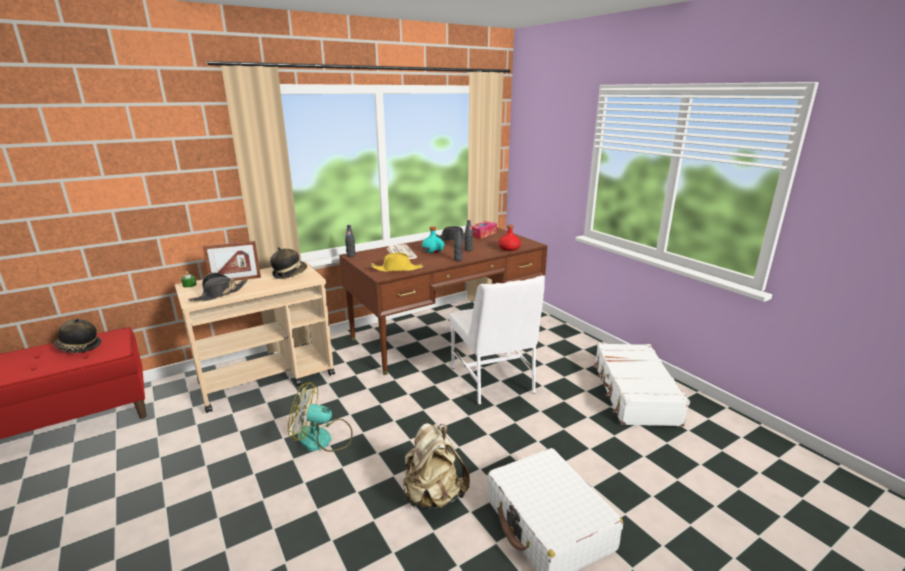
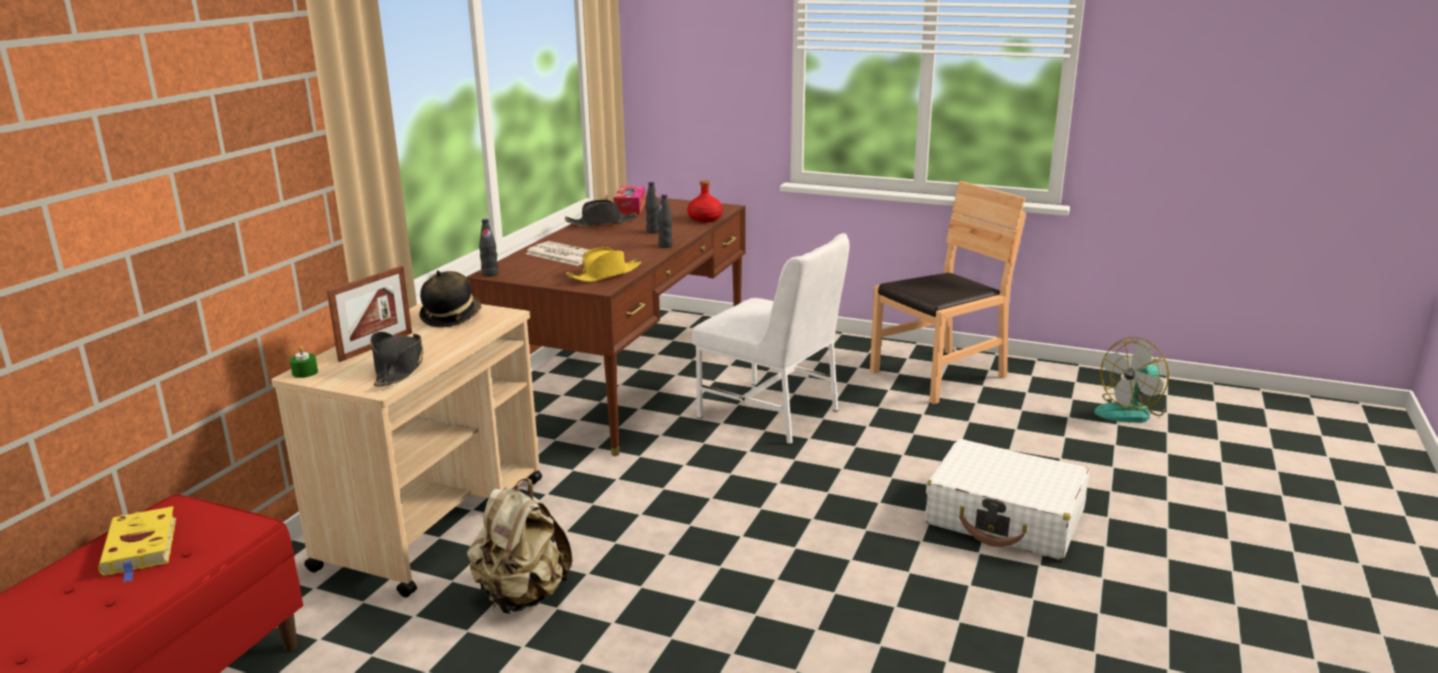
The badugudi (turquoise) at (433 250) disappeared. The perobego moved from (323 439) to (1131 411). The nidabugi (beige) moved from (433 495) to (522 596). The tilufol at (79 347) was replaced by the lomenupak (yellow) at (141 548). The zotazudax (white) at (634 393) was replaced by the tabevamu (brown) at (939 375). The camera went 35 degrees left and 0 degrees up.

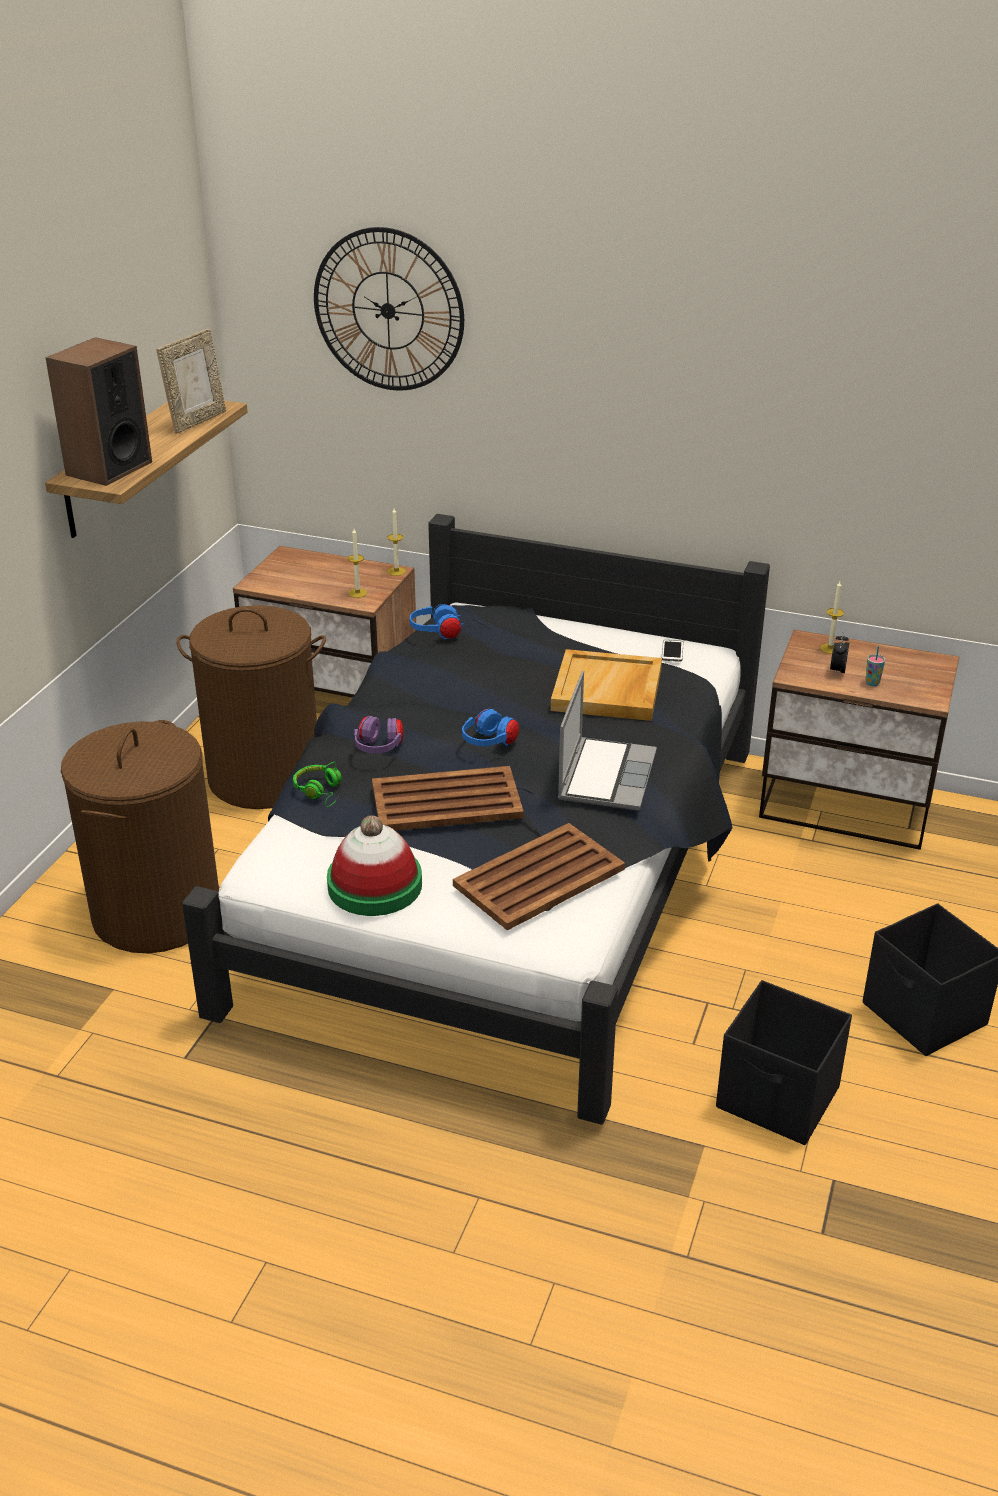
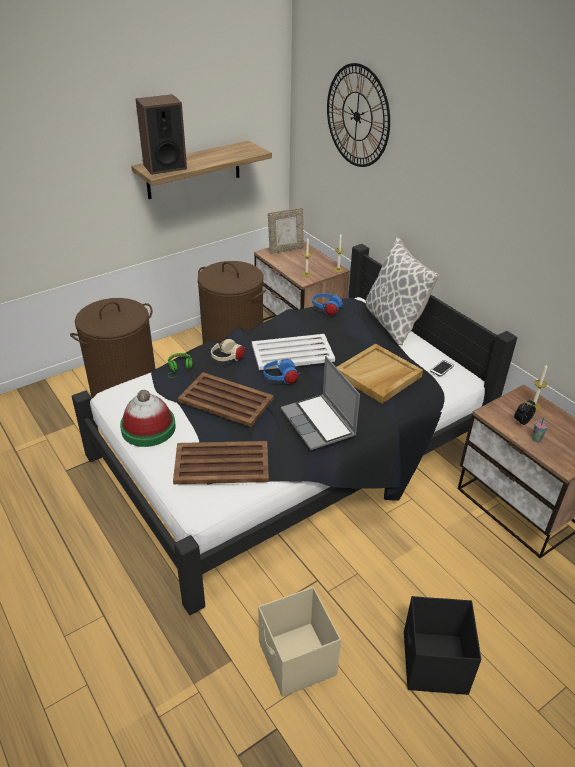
The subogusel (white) at (291 353) appeared. The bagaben at (393 323) appeared. The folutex moved from (197 421) to (286 249). The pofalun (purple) at (379 749) became the pofalun (beige) at (227 359). The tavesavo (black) at (779 1099) became the tavesavo (beige) at (297 660). The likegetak at (605 775) turned 105 degrees clockwise. The camera went 35 degrees right and 5 degrees up.

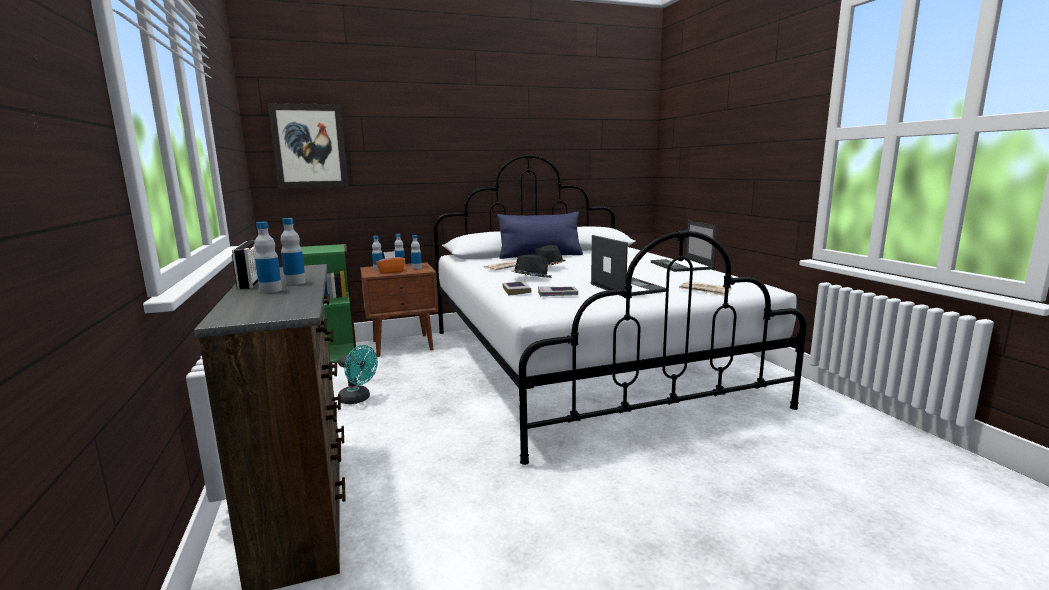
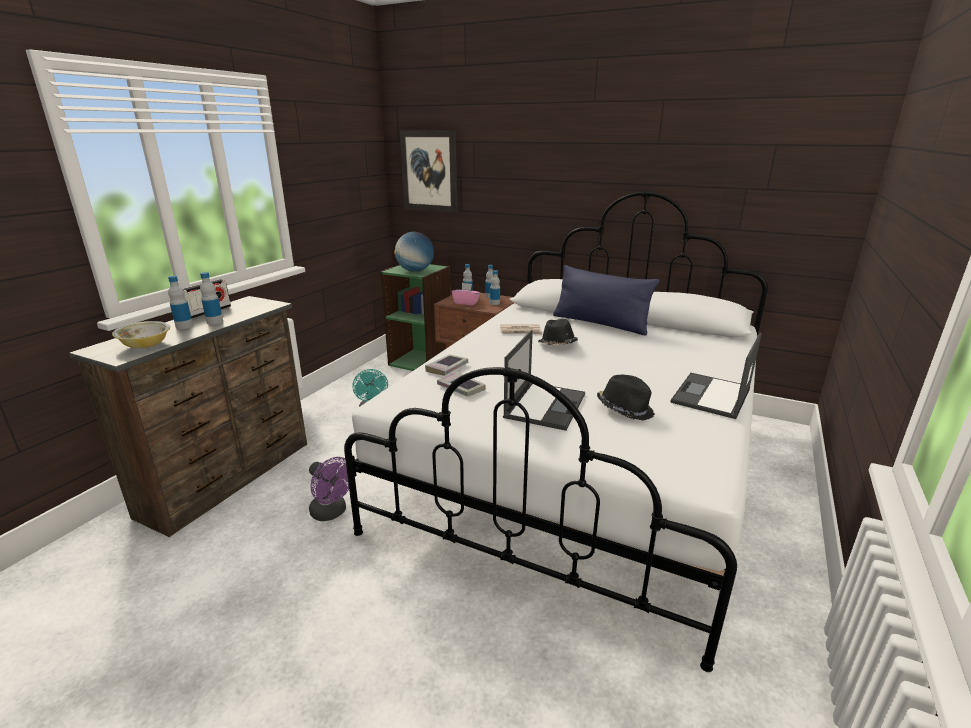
The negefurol at (704 291) disappeared. The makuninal at (146 345) appeared. The perobego (purple) at (332 513) appeared. The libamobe at (415 271) appeared. The tilufol (black) moved from (531 278) to (625 409). The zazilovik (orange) at (391 272) became the zazilovik (pink) at (466 303). The camera went 45 degrees right and 10 degrees up.

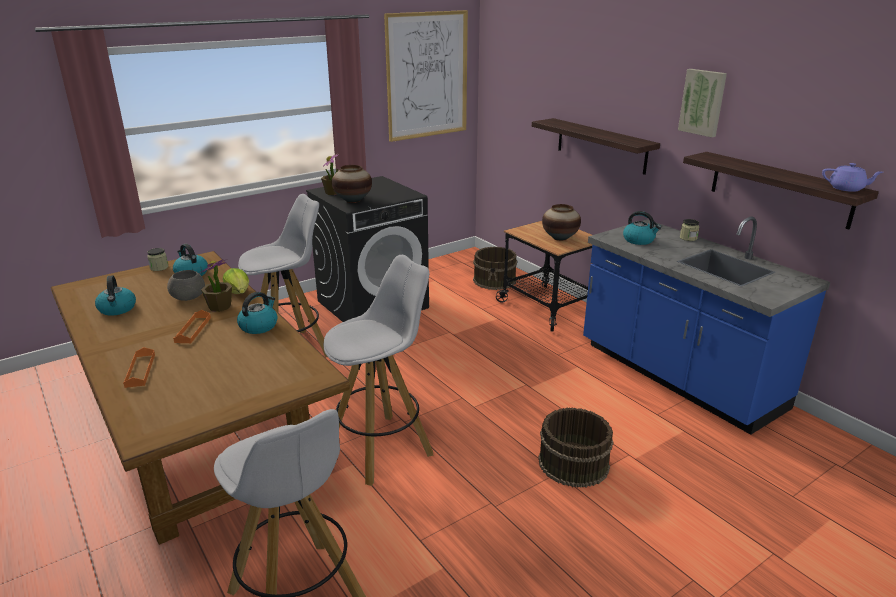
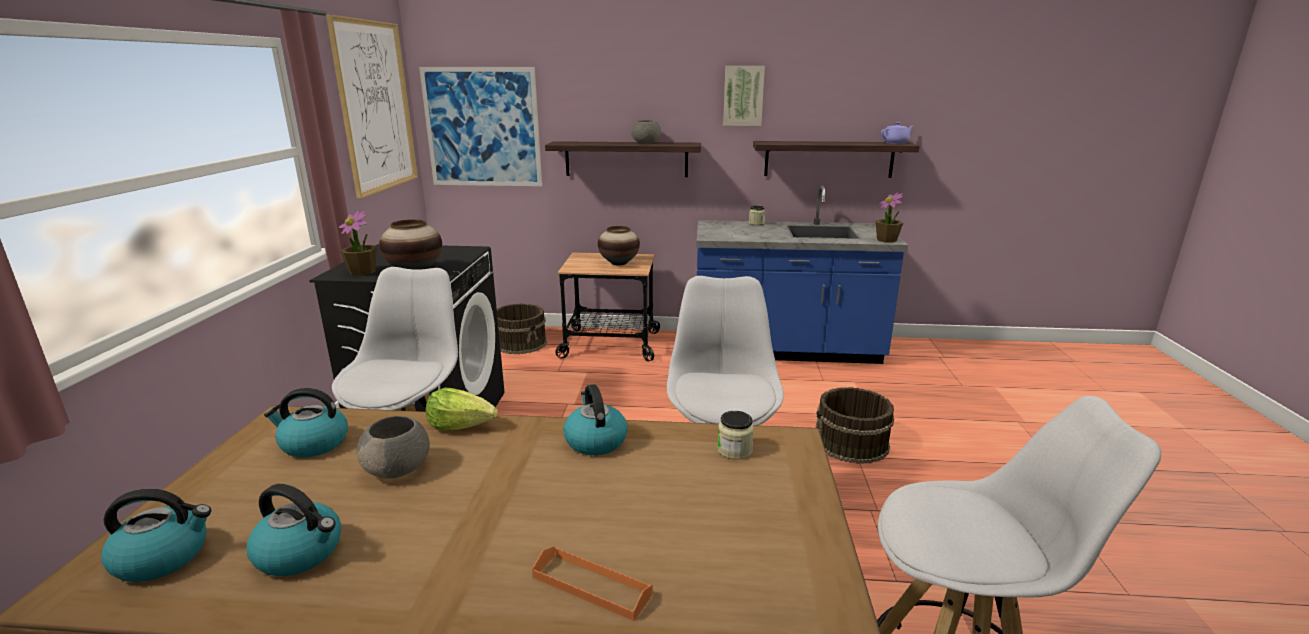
The subogusel (orange) at (193 330) disappeared. The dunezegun at (482 127) appeared. The makuninal (grey) at (645 143) appeared. The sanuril moved from (159 267) to (734 450). The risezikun moved from (219 307) to (886 240). The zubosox moved from (639 240) to (164 557). The camera went 50 degrees left and 5 degrees down.

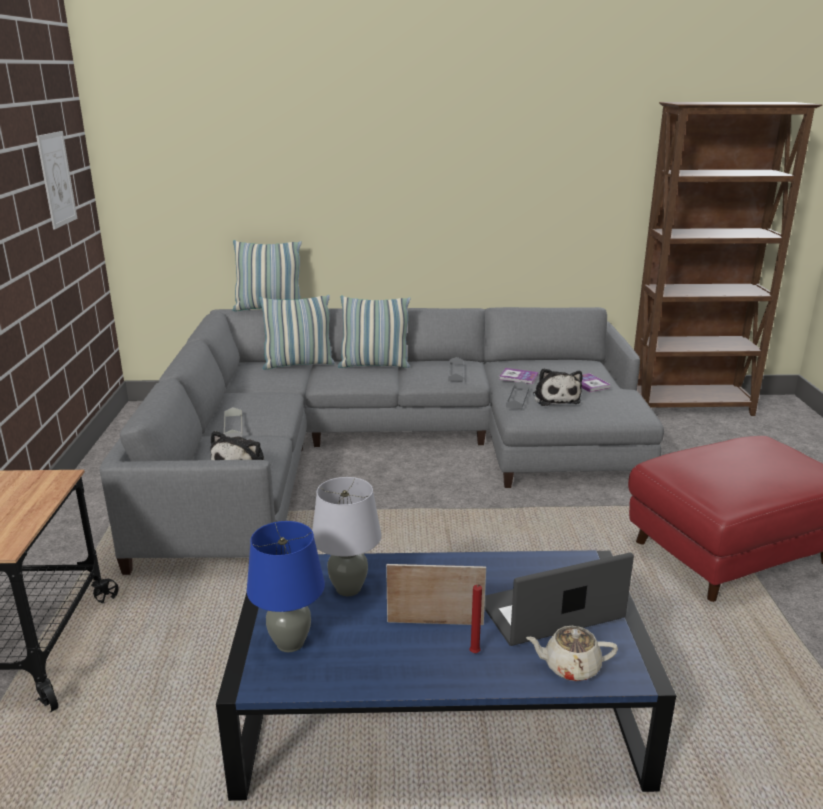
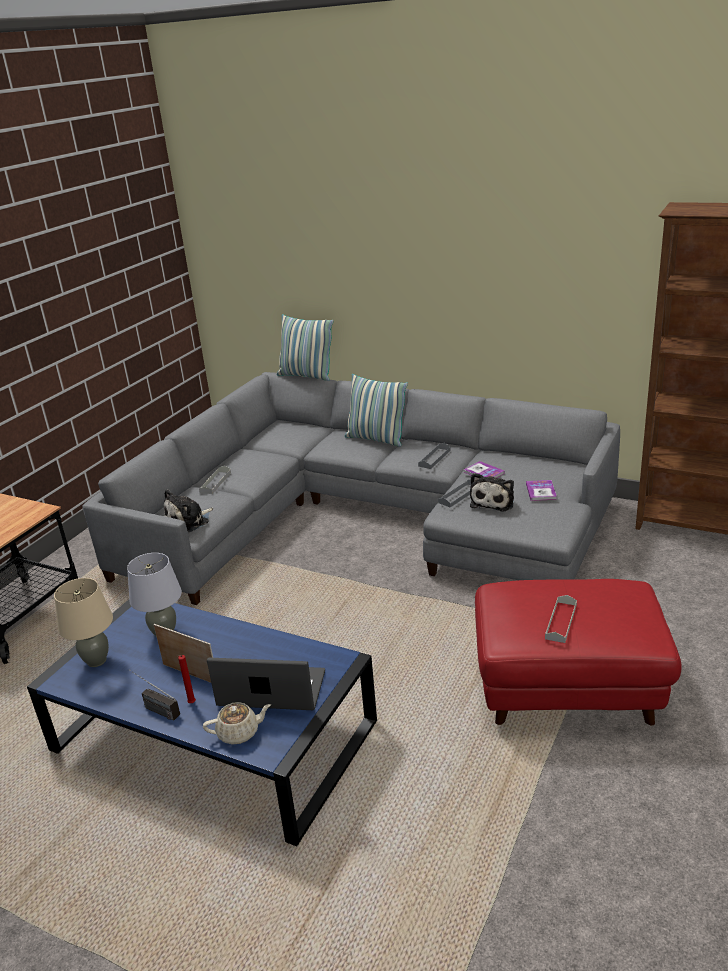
The dunezegun at (57 179) disappeared. The bagaben at (298 364) disappeared. The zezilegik at (154 708) appeared. The subogusel (grey) at (561 621) appeared. The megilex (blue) at (290 643) became the megilex (beige) at (96 661). The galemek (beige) at (570 667) turned 135 degrees clockwise. The camera went 30 degrees right and 5 degrees up.

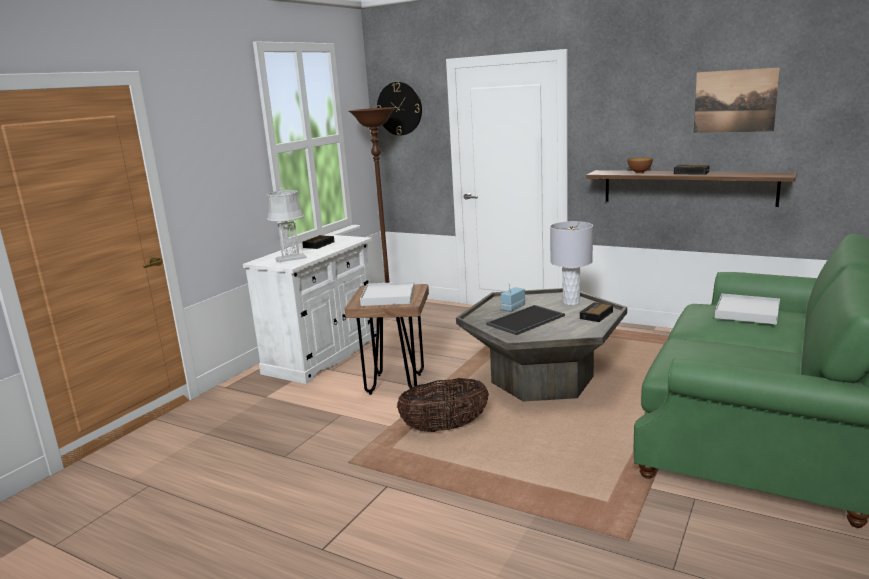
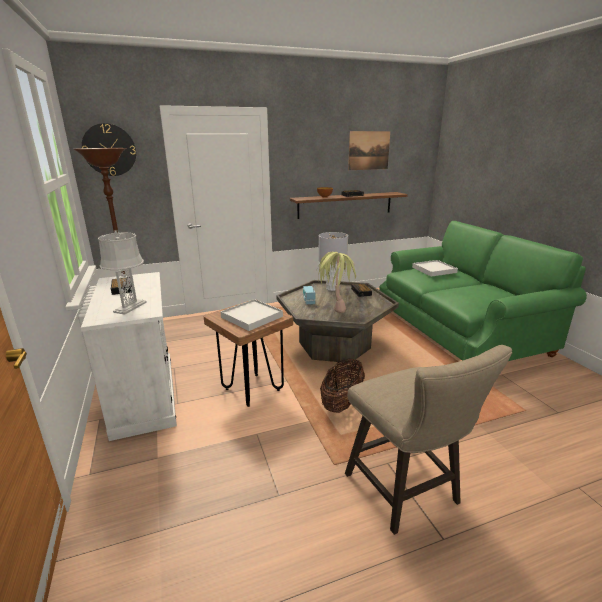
The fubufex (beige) at (407 493) appeared. The subogusel at (526 320) was replaced by the risezikun at (335 307). The camera went 50 degrees left and 5 degrees up.

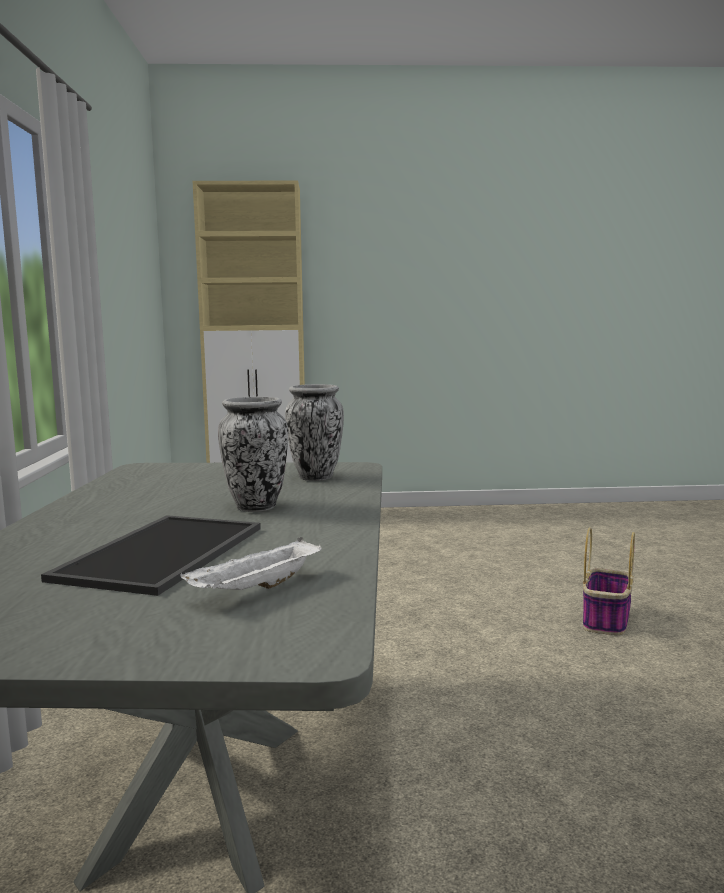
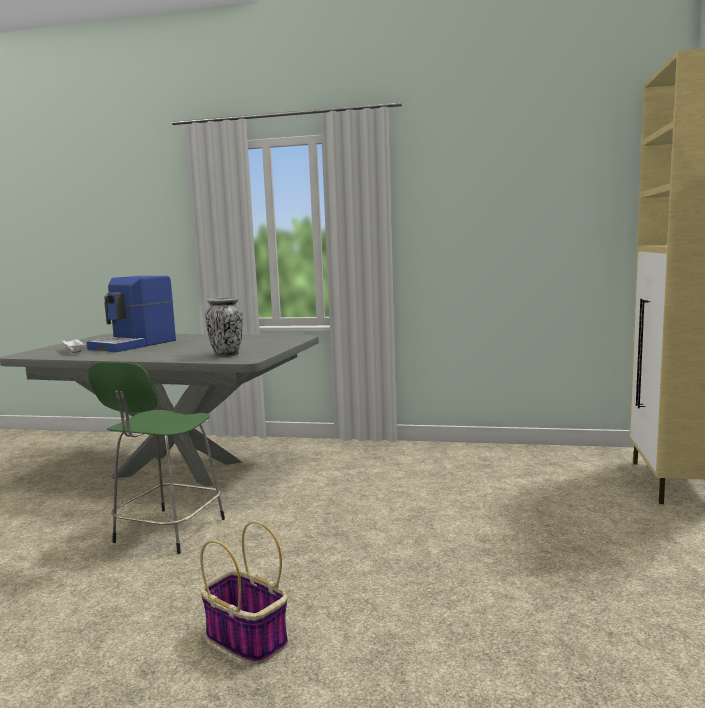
The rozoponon at (256 507) disappeared. The fubufex (green) at (167 532) appeared. The subogusel at (161 551) was replaced by the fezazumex at (135 345). The camera went 105 degrees right and 0 degrees up.

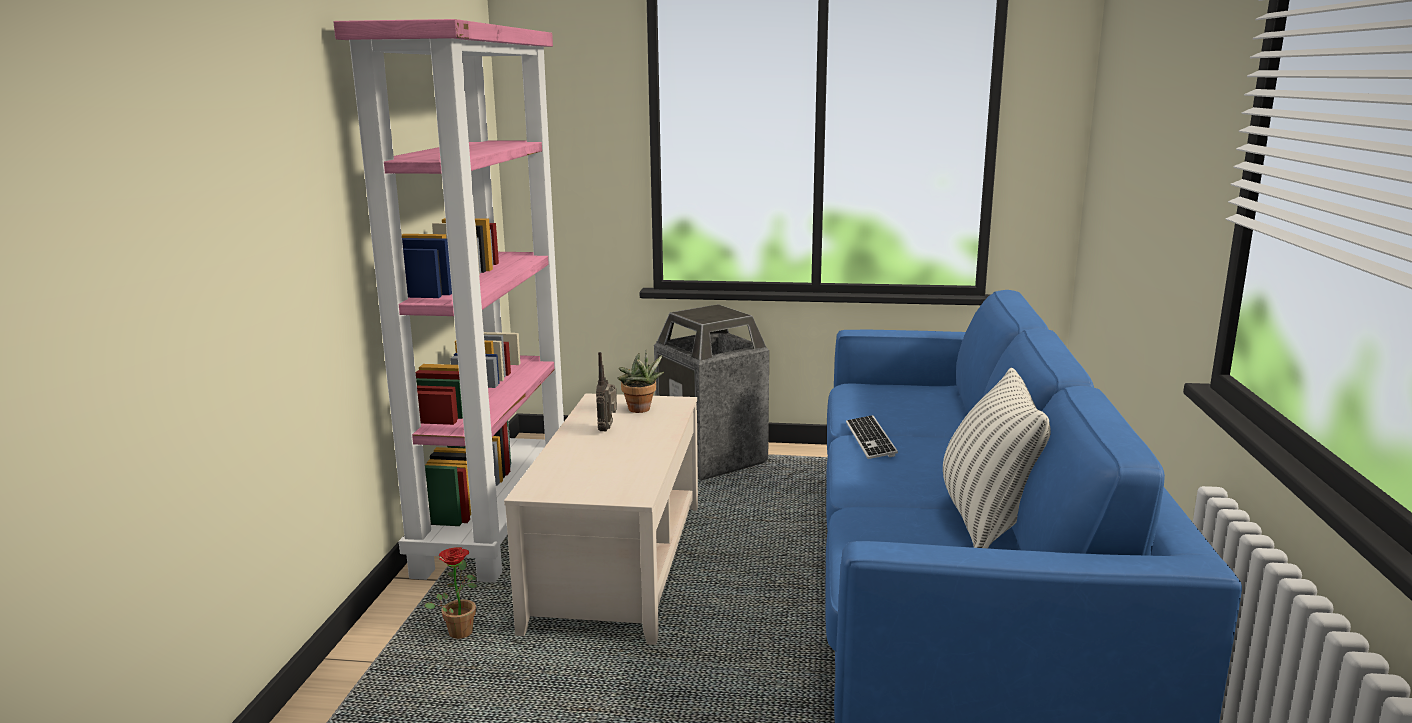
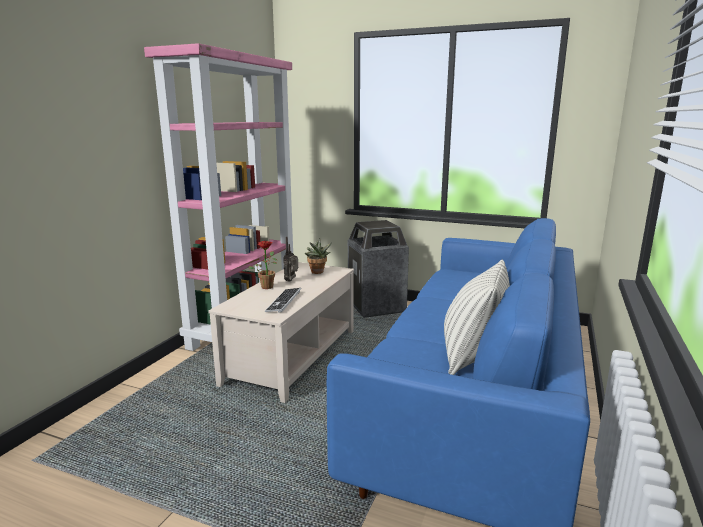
The risezikun moved from (460 631) to (267 286). The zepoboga moved from (870 439) to (284 301). The camera went 15 degrees right and 0 degrees up.

